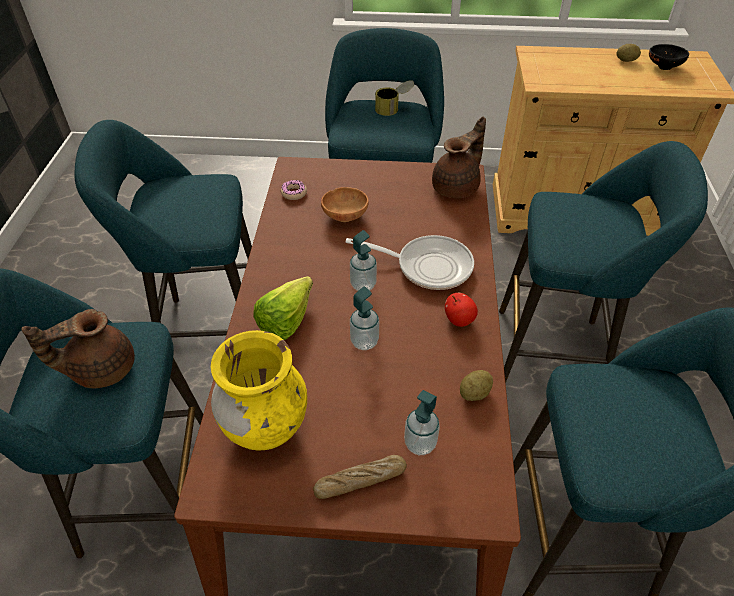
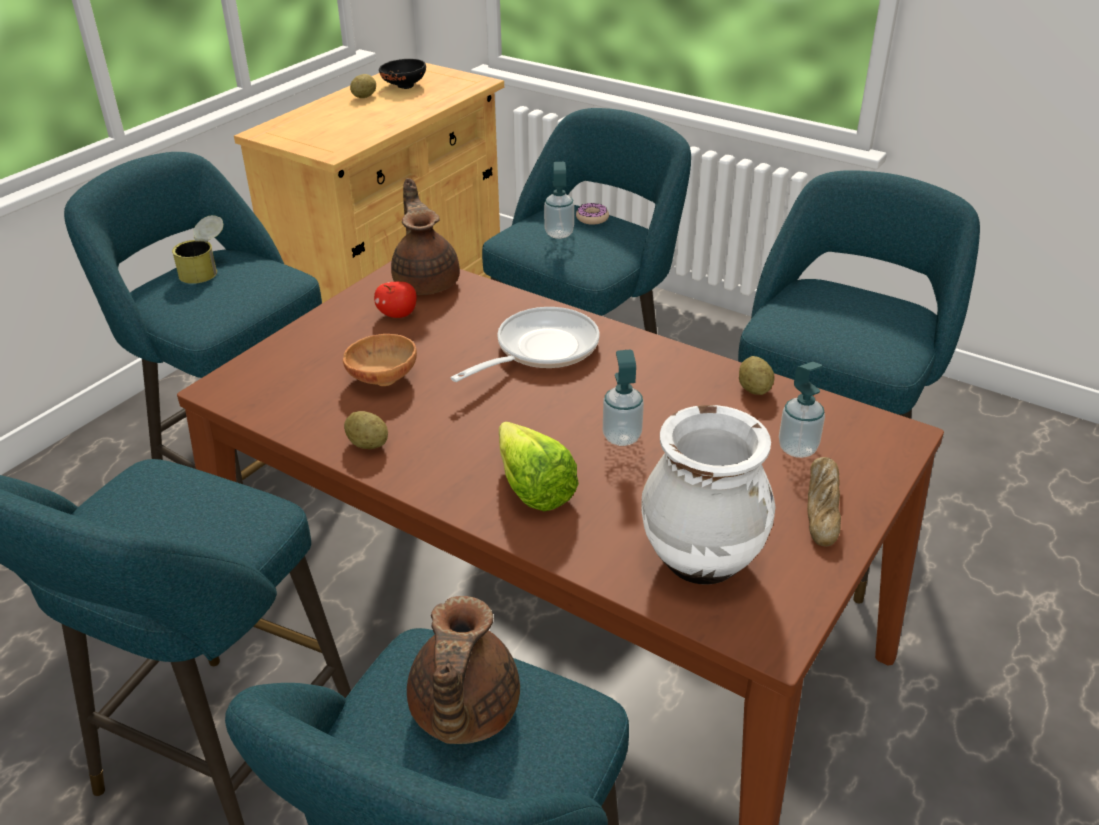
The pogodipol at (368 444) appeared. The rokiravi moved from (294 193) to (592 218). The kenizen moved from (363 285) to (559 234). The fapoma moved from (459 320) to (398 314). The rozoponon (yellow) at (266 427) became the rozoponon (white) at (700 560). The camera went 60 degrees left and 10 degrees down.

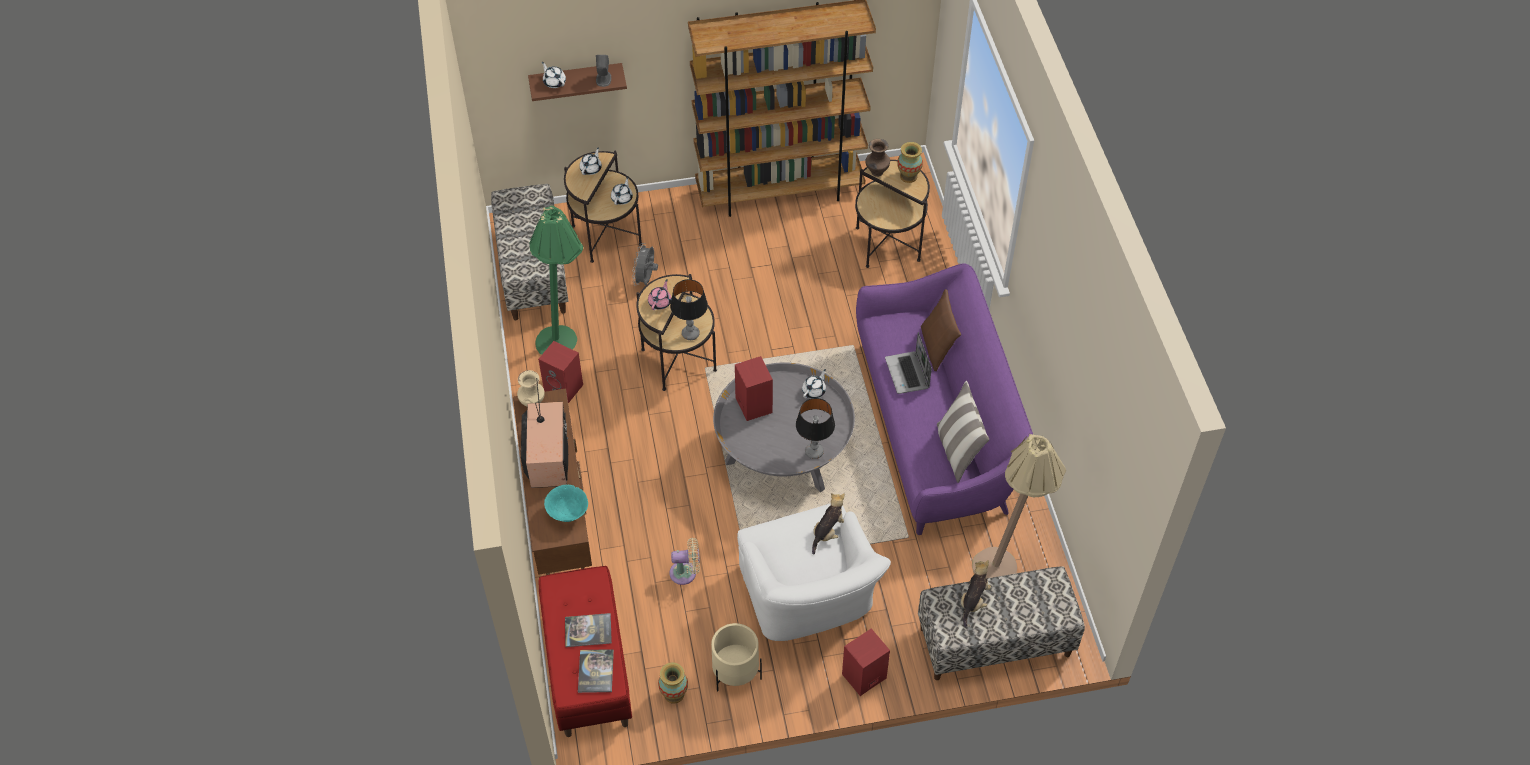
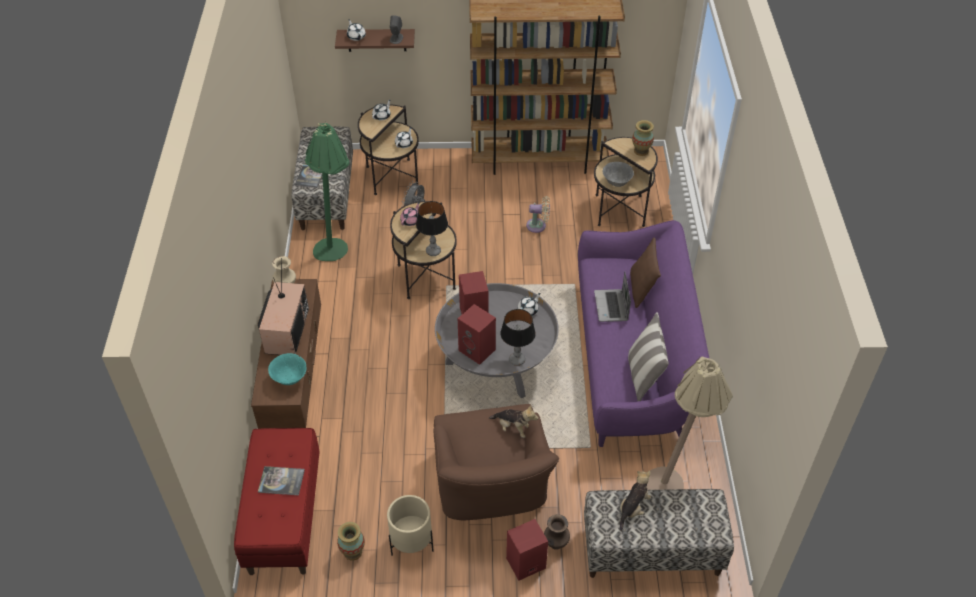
The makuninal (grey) at (616 183) appeared. The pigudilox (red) moved from (564 387) to (478 350). The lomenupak moved from (596 671) to (310 176). The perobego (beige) moved from (686 573) to (538 226). The rozoponon (brown) moved from (876 172) to (555 544). The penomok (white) at (809 600) became the penomok (brown) at (491 488). The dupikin at (828 532) turned 75 degrees clockwise. The camera went 10 degrees right and 5 degrees down.

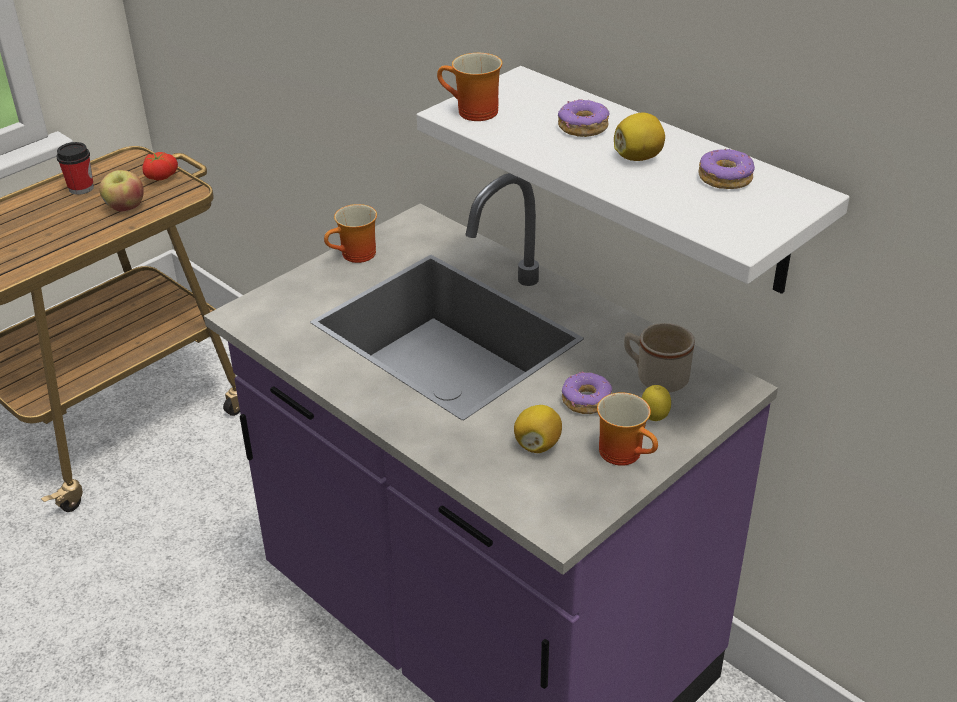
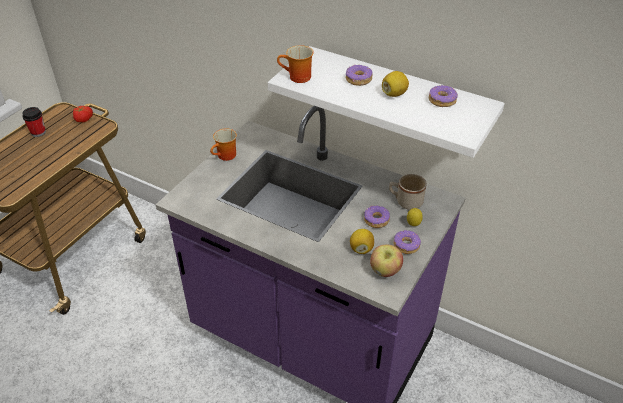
The fapoma moved from (125 207) to (385 271). The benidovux at (626 453) was replaced by the rokiravi at (406 245). The camera went 15 degrees left and 5 degrees up.

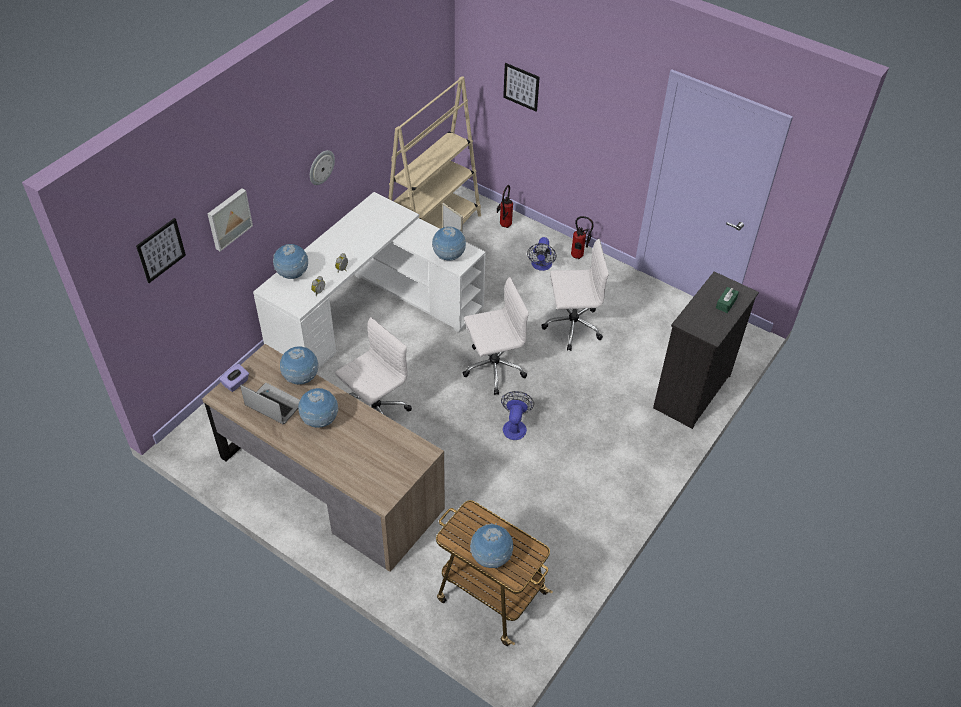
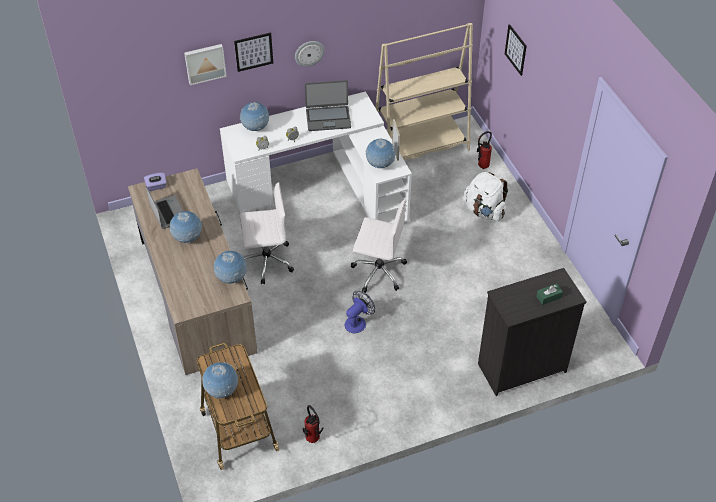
The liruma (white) at (571 326) disappeared. The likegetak at (328 118) appeared. The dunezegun moved from (161 250) to (253 51). The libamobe moved from (301 379) to (231 278). The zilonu moved from (578 257) to (313 440). The perobego at (541 266) was replaced by the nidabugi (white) at (484 211). The camera went 35 degrees right and 0 degrees up.

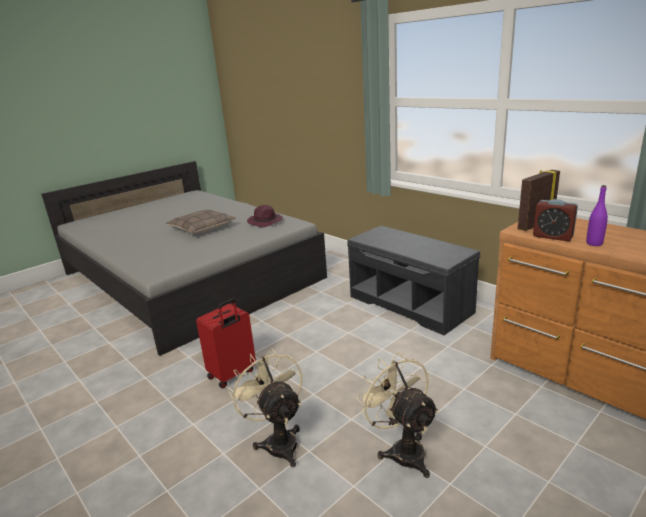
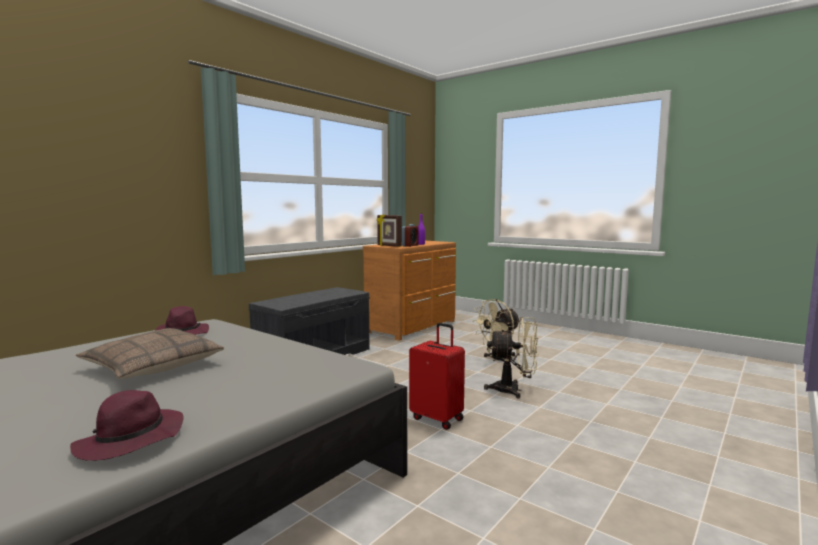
The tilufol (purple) at (130 441) appeared. The perobego (beige) at (278 441) turned 135 degrees counterclockwise. The camera went 100 degrees left and 15 degrees down.

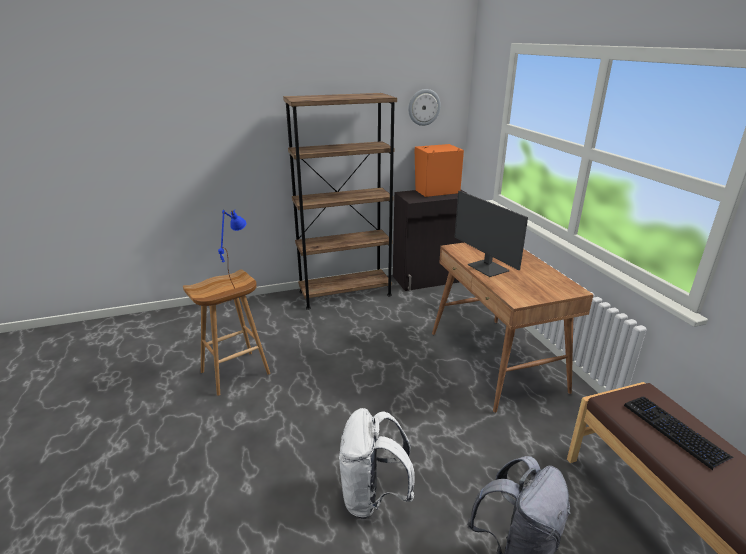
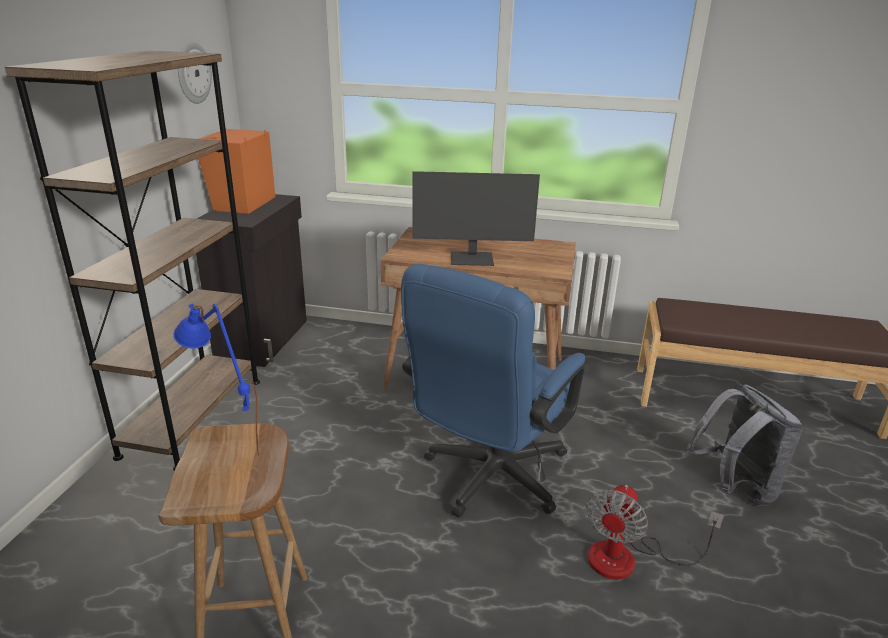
The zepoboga at (674 431) disappeared. The liruma (blue) at (488 480) appeared. The nidabugi (white) at (373 496) was replaced by the perobego at (628 559). The camera went 60 degrees left and 0 degrees up.

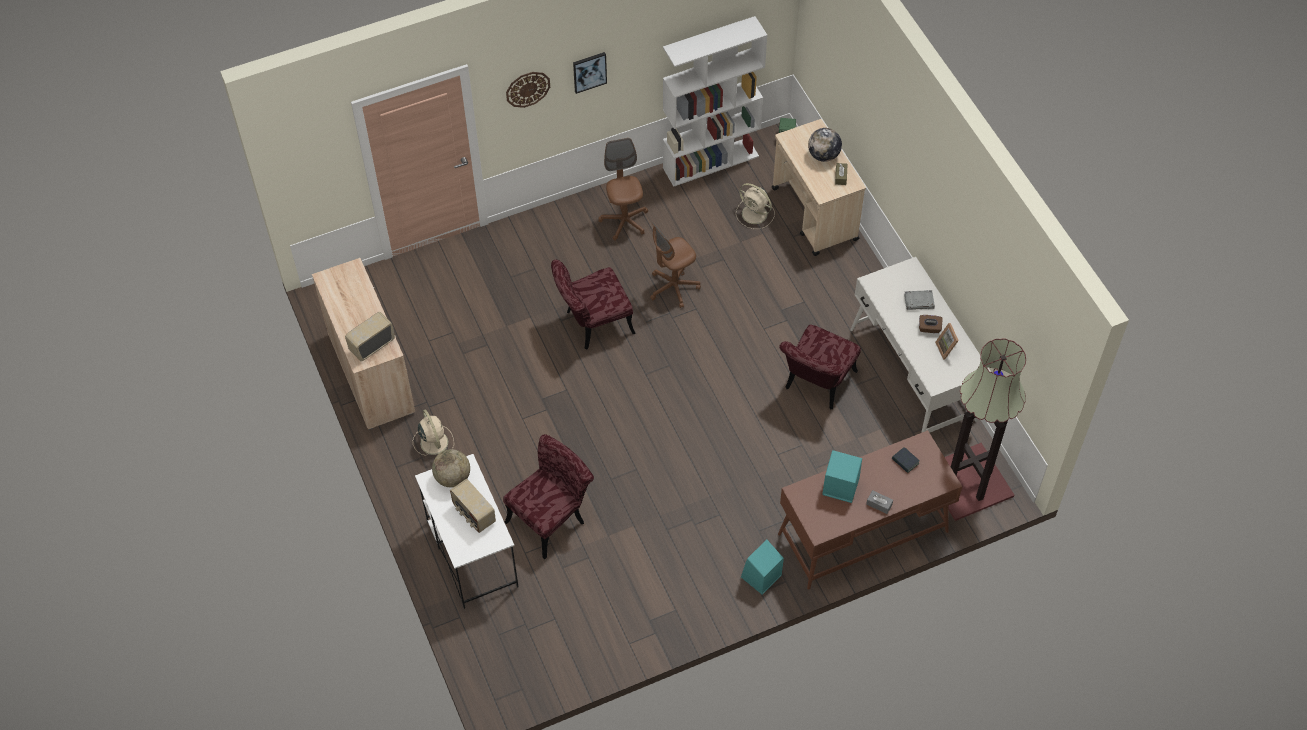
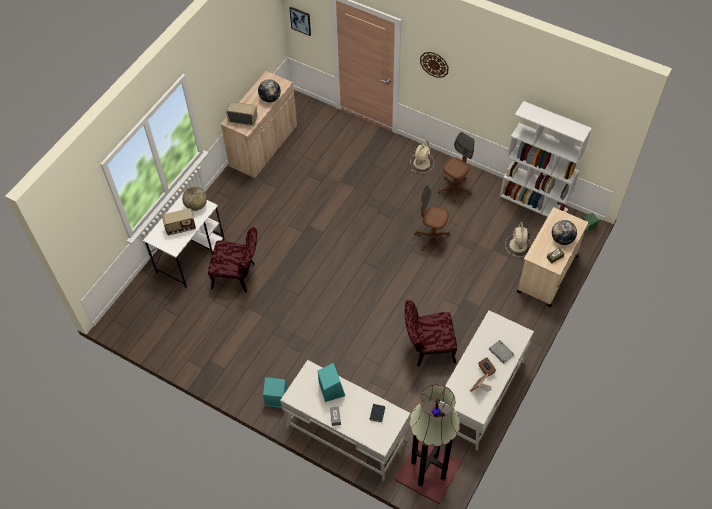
The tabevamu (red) at (592 324) disappeared. The libamobe at (270 98) appeared. The perobego (beige) moved from (433 441) to (422 162). The dunezegun moved from (589 71) to (300 20). The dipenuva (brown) at (862 532) became the dipenuva (white) at (346 433). The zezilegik at (473 514) turned 120 degrees counterclockwise. The camera went 55 degrees right and 0 degrees up.

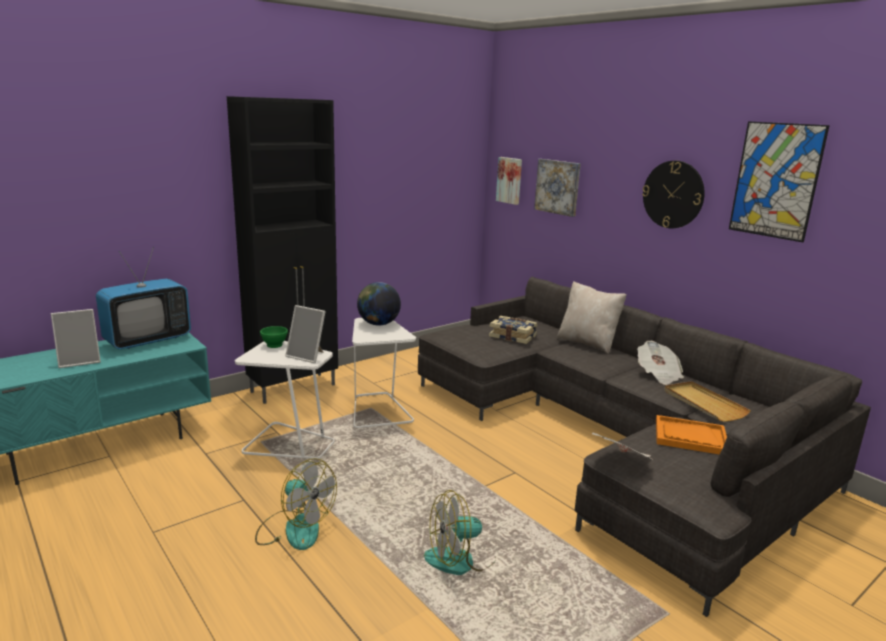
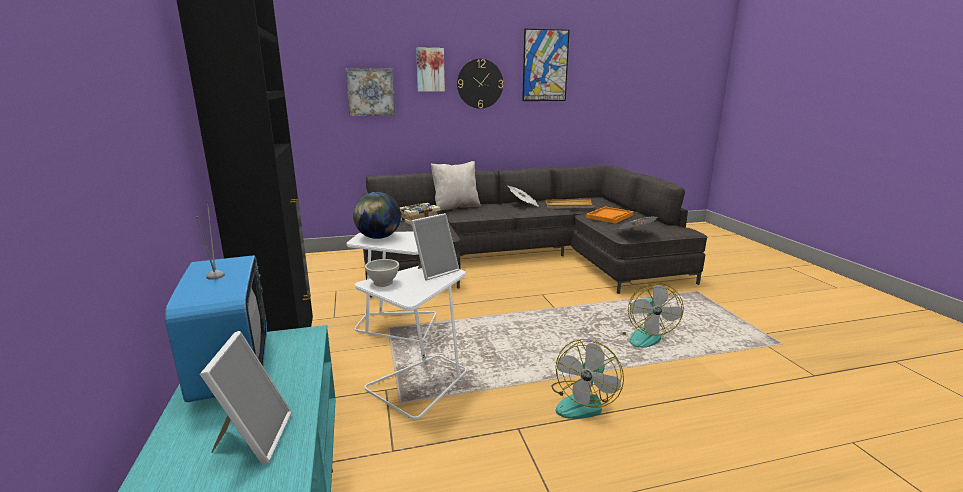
The dunezegun moved from (510 180) to (430 69). The makuninal (green) at (274 345) became the makuninal (white) at (382 283). The perobego at (294 529) turned 150 degrees clockwise. The camera went 65 degrees left and 0 degrees up.

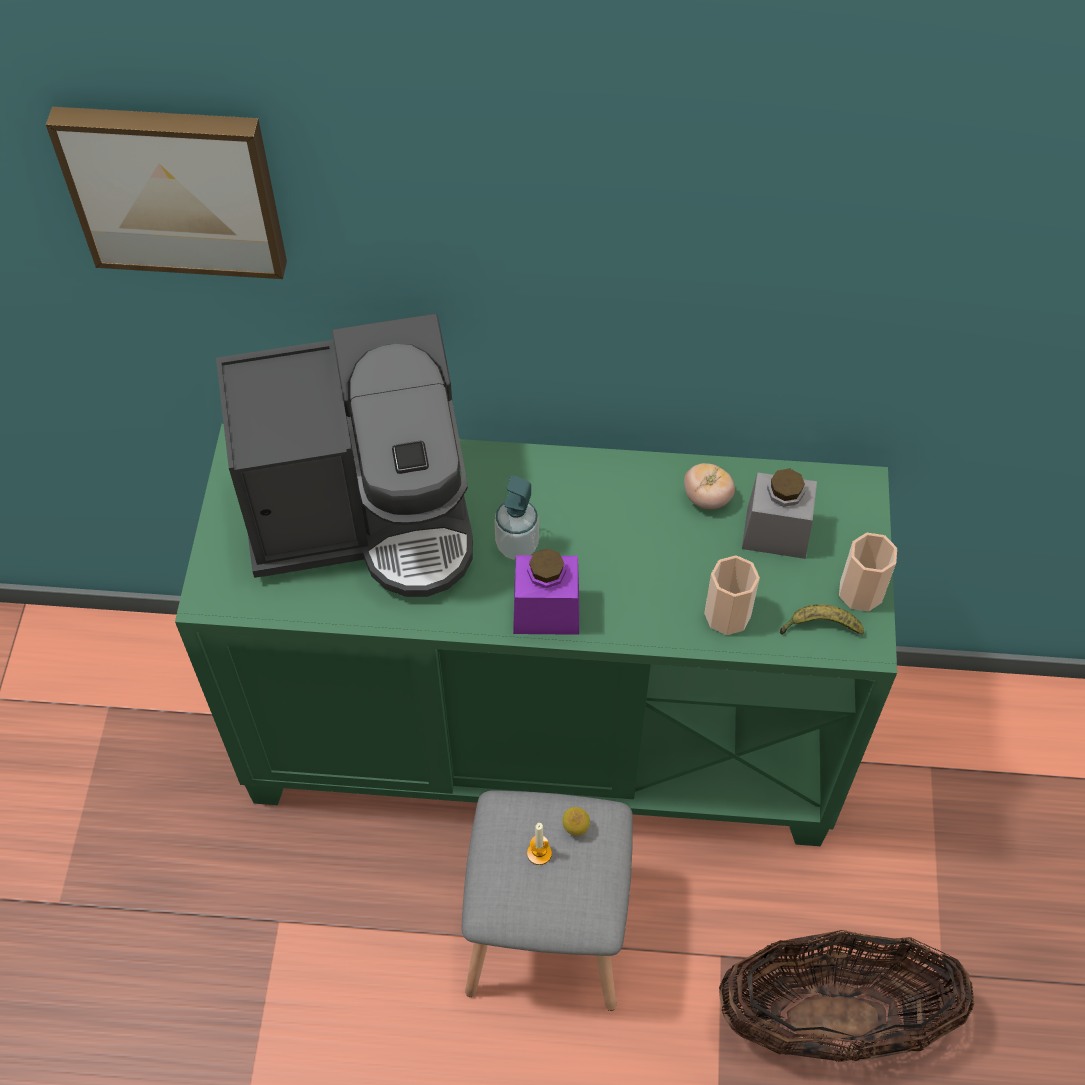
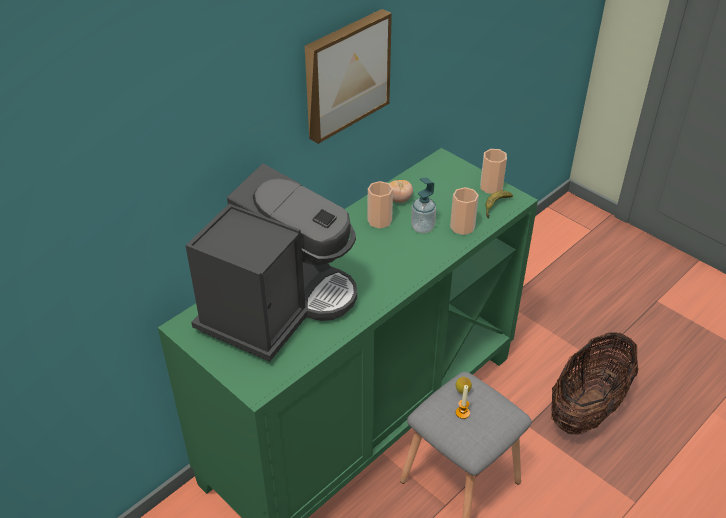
The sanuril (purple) at (546 611) disappeared. The sanuril (grey) at (776 532) disappeared. The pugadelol at (379 220) appeared. The dunezegun moved from (175 187) to (345 74). The kenizen moved from (517 545) to (422 227). The camera went 50 degrees left and 15 degrees down.

